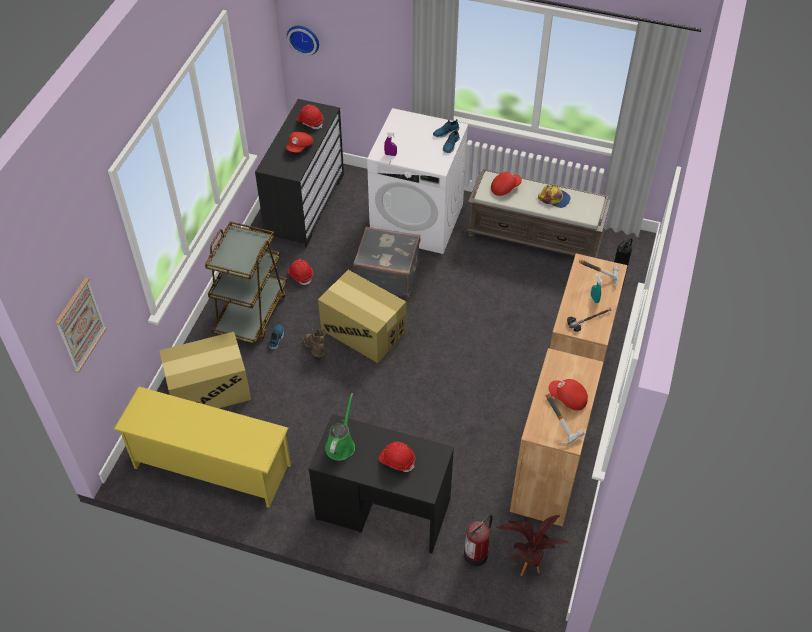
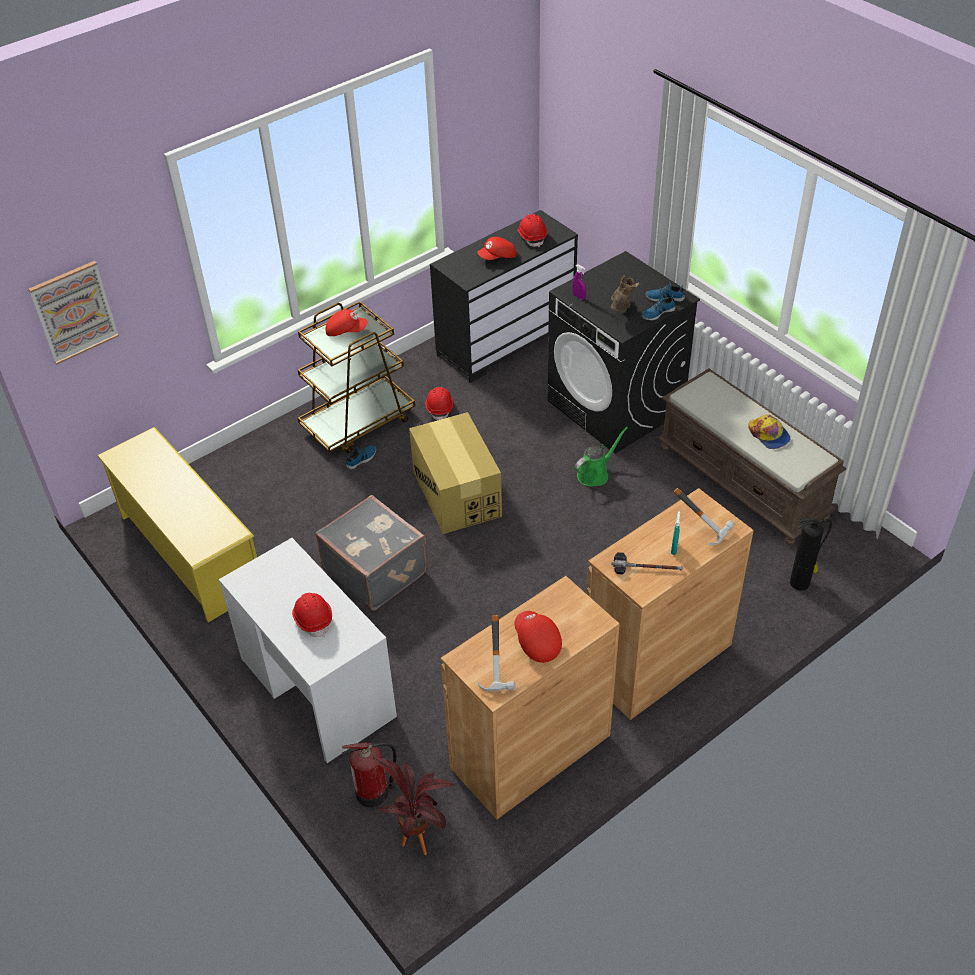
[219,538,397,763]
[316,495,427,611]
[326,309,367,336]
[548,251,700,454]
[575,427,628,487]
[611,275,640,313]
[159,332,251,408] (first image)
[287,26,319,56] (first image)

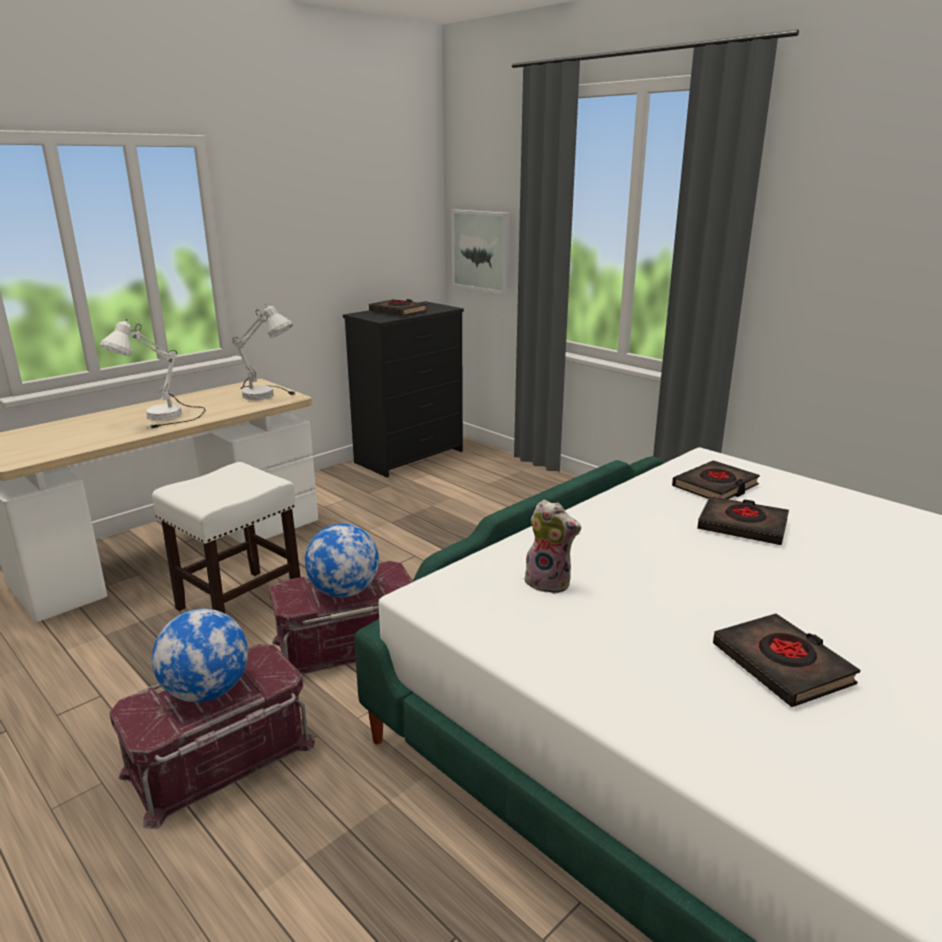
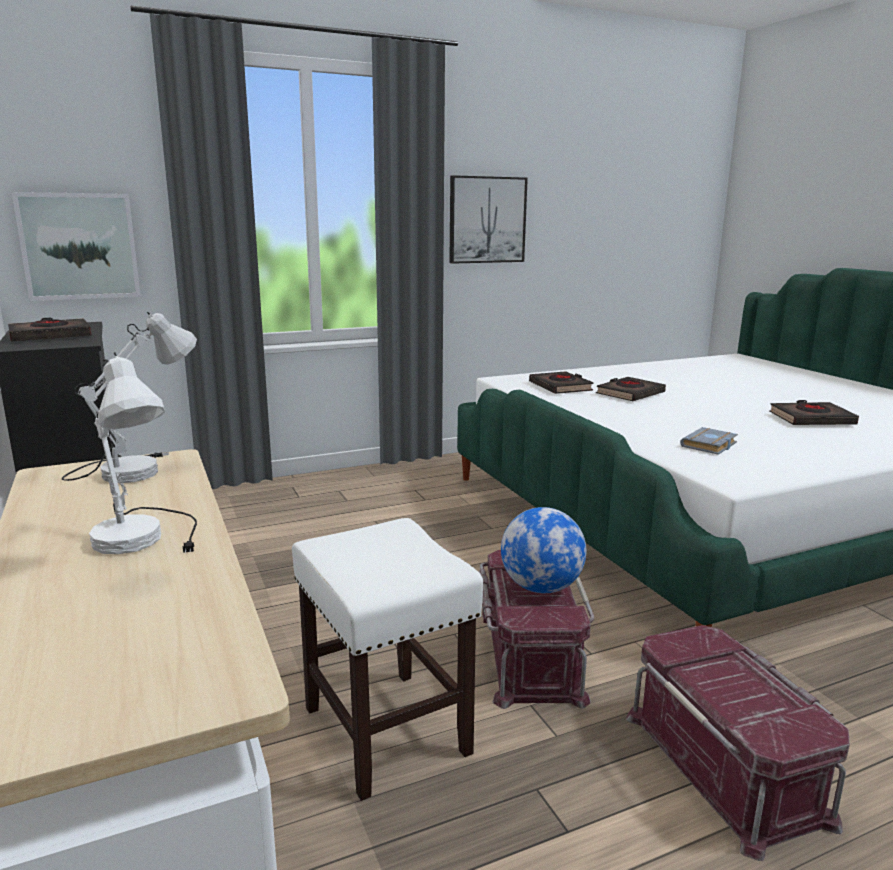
[449,175,528,264]
[680,427,738,455]
[152,609,248,702] (first image)

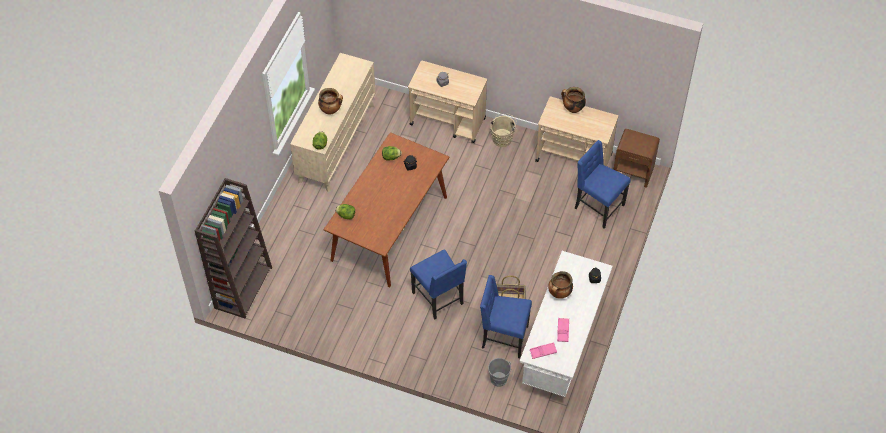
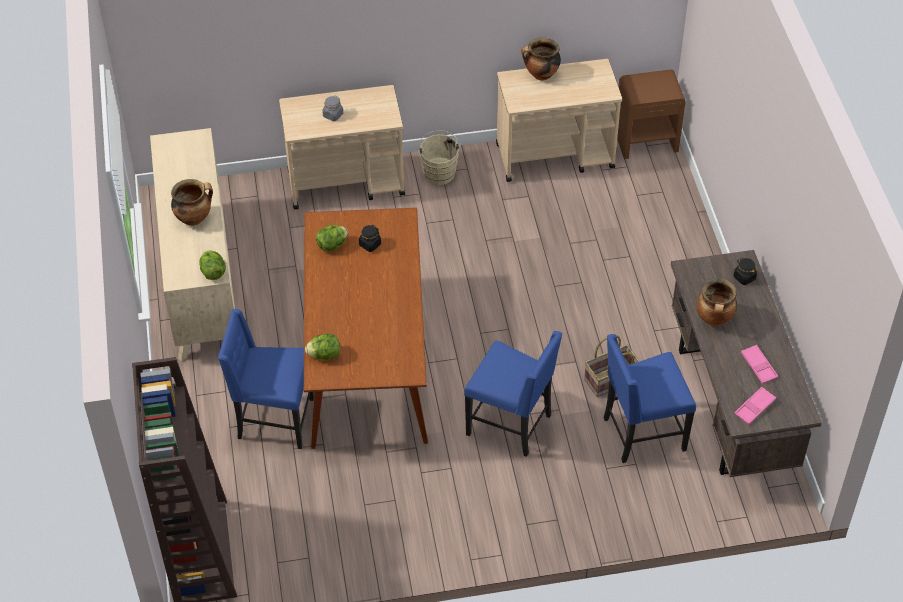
[218,309,314,449]
[671,250,822,477]
[488,358,513,387] (first image)

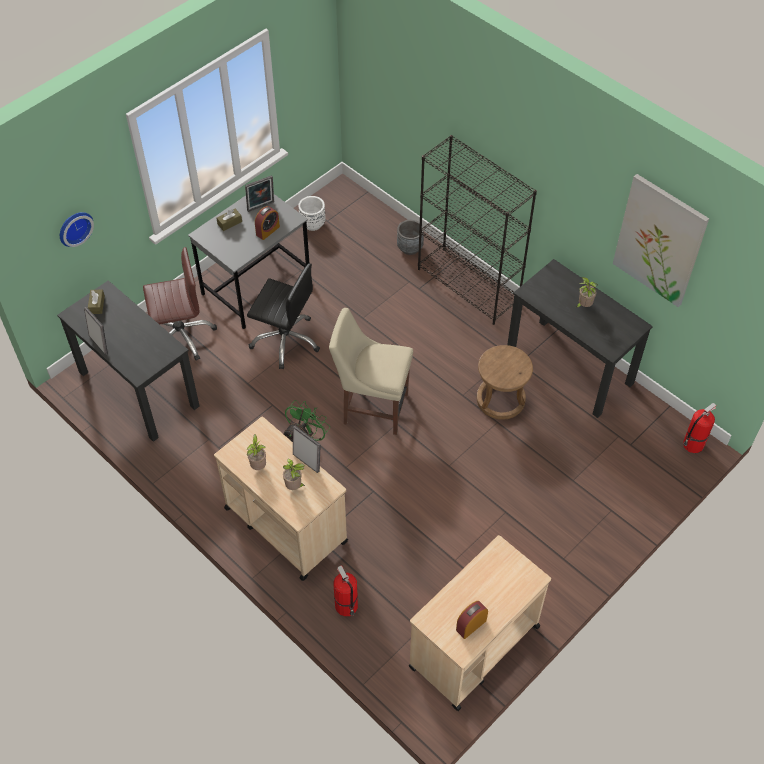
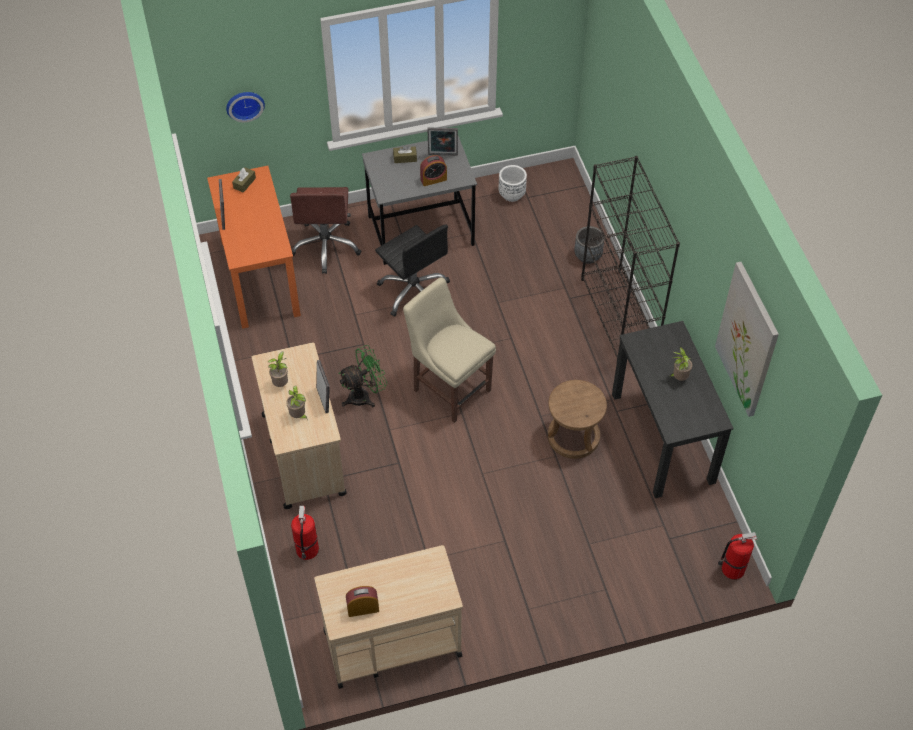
[207,166,301,329]
[290,187,362,274]

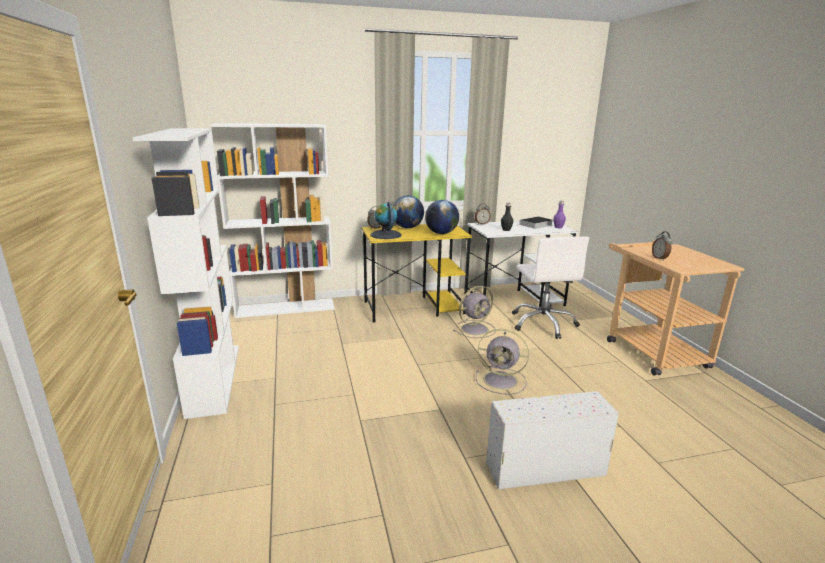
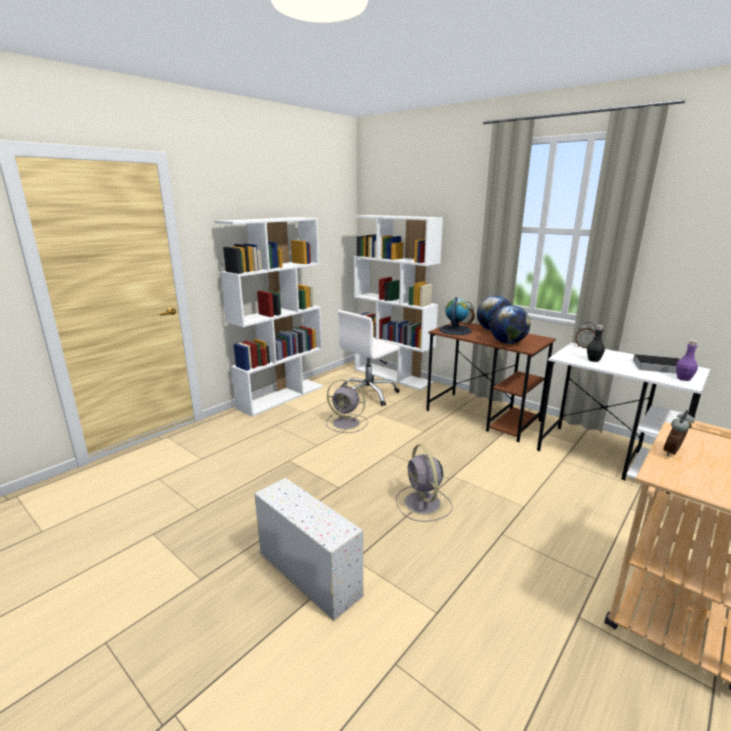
[326,380,368,433]
[338,310,400,406]
[426,322,556,442]

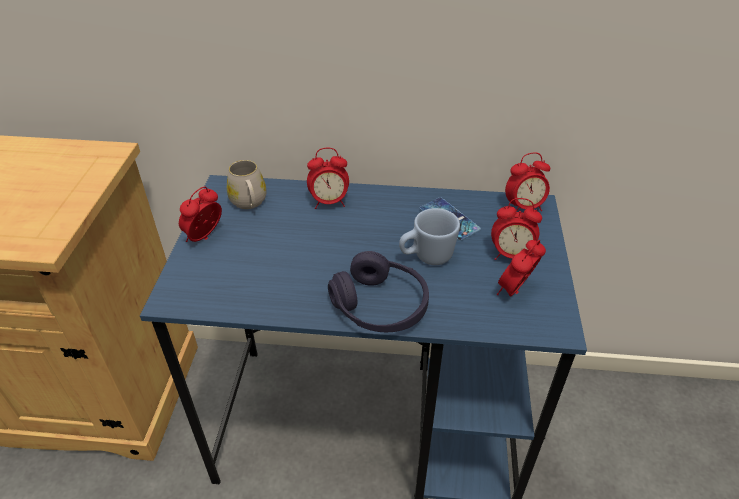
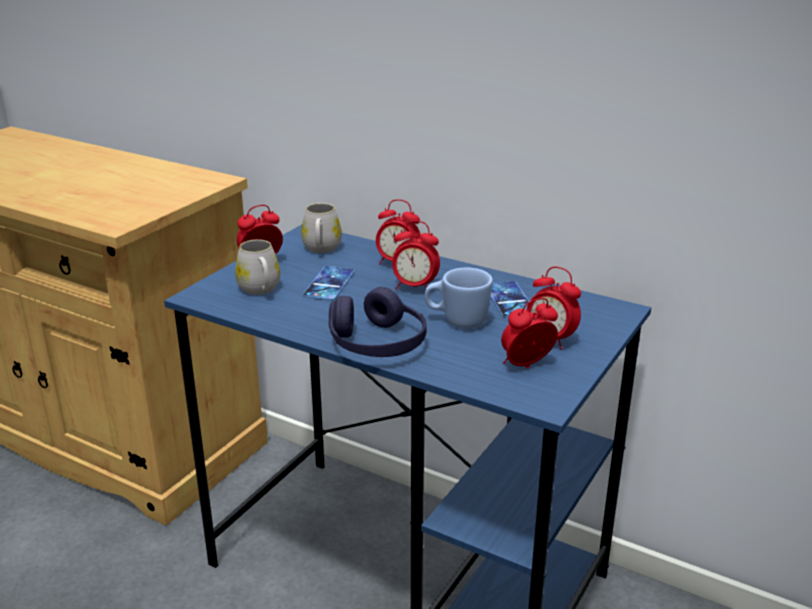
[235,239,280,295]
[303,266,355,301]
[392,221,440,290]

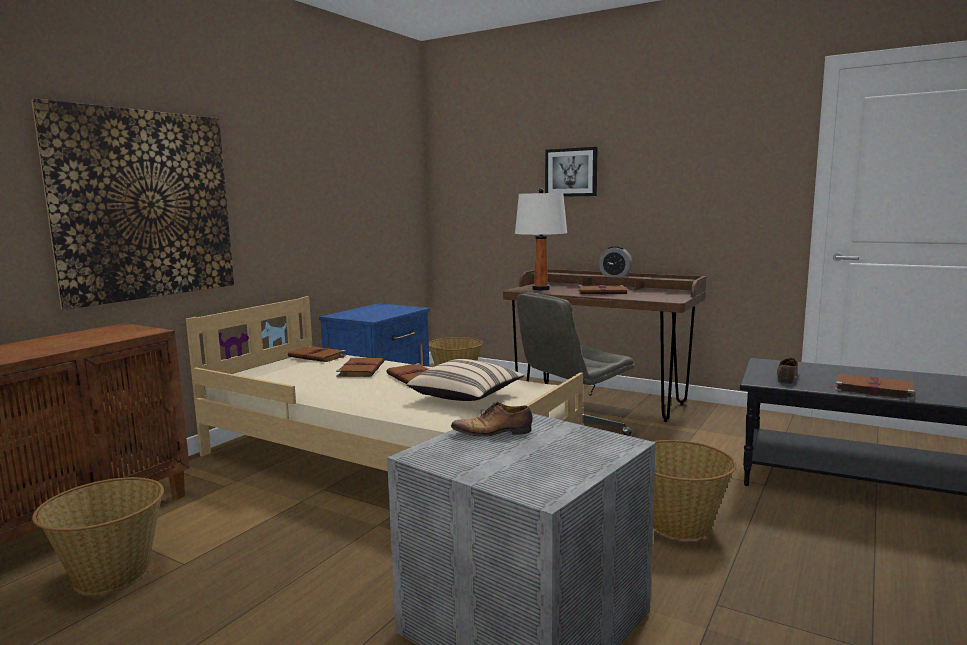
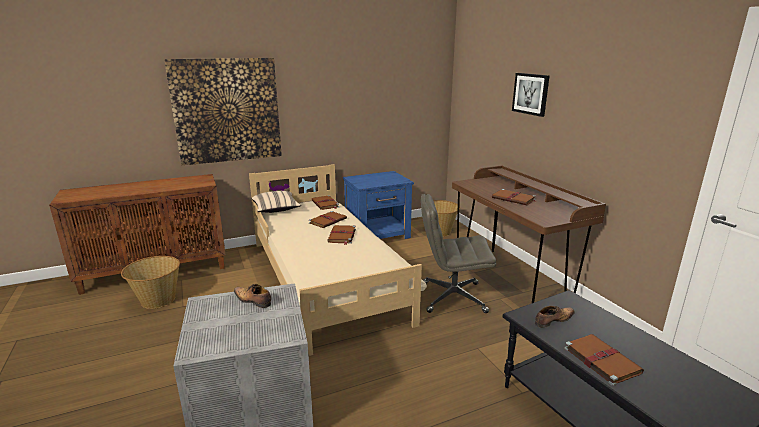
[251,191,301,213]
[515,188,567,290] (first image)
[599,246,632,276] (first image)
[652,440,736,540] (first image)

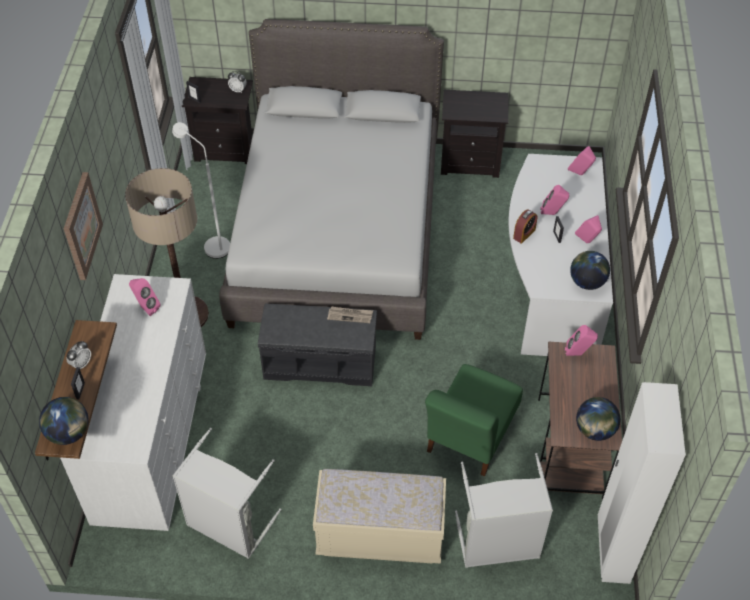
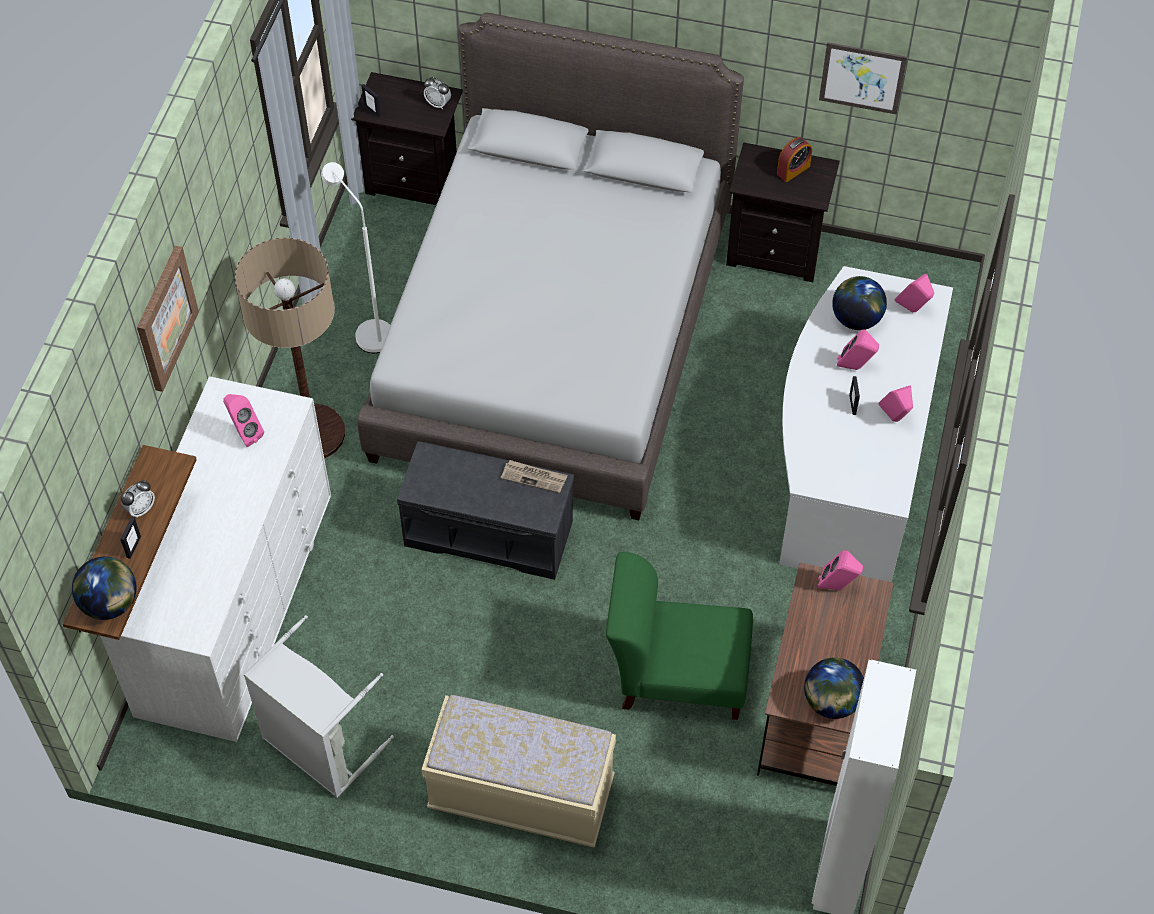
[606,552,753,720]
[777,137,812,182]
[819,42,907,115]
[832,276,887,330]
[455,453,553,568] (first image)

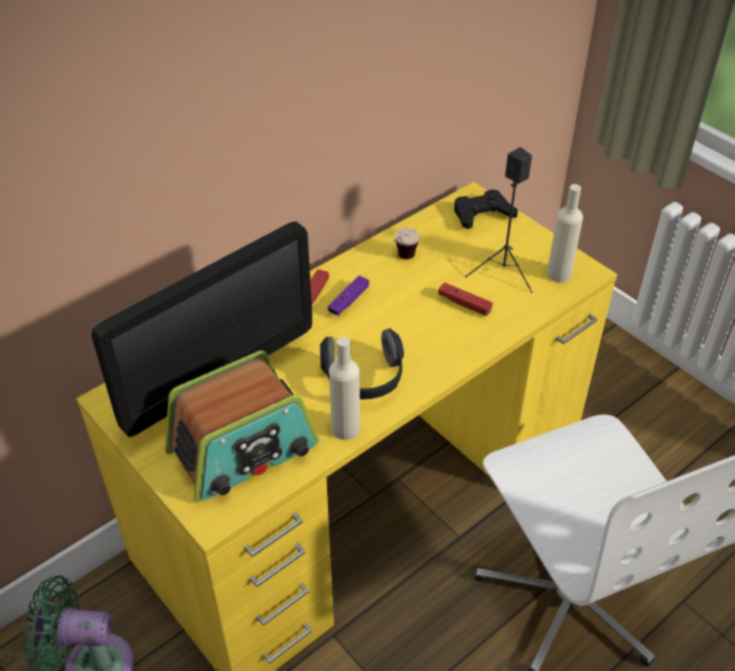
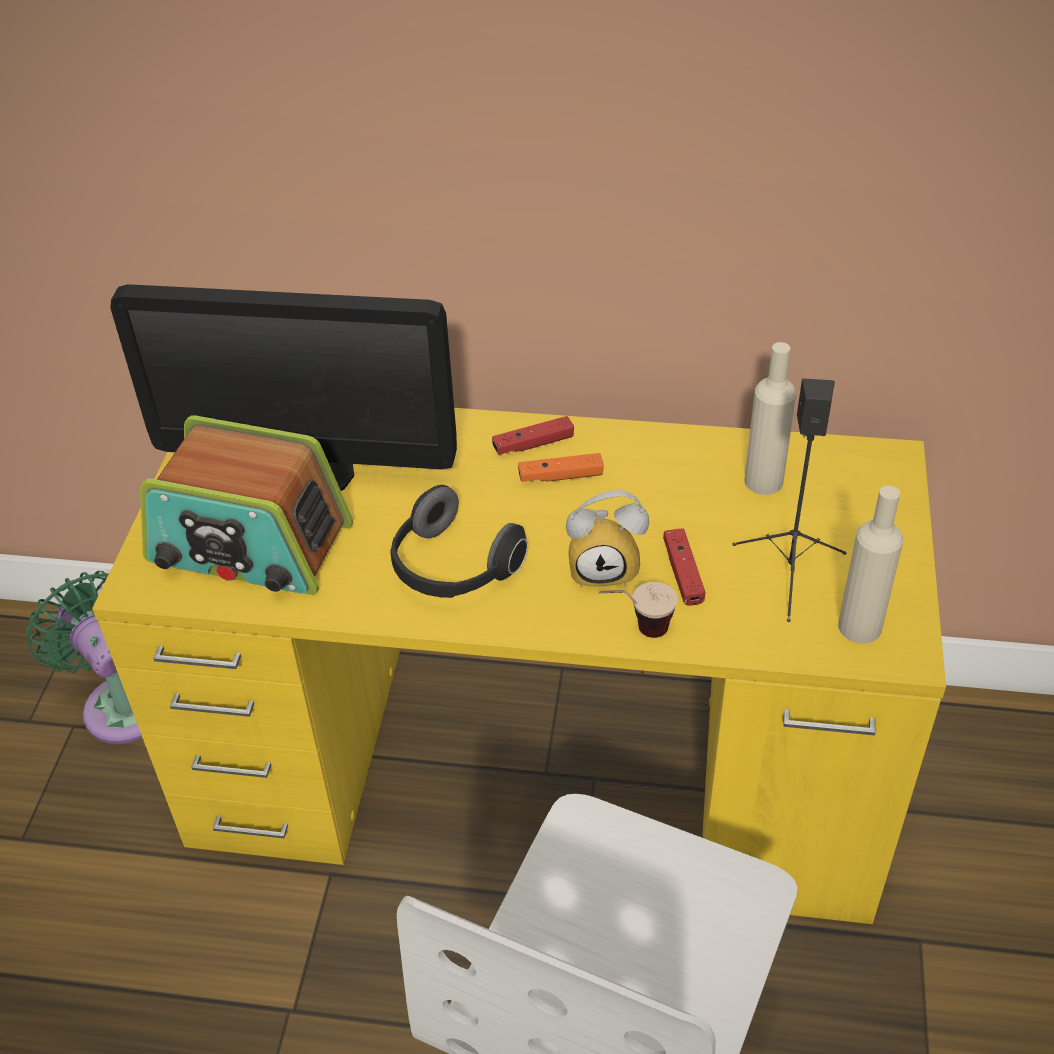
[518,453,604,482]
[566,490,649,588]
[598,582,678,638]
[744,342,796,495]
[454,190,518,229] (first image)

